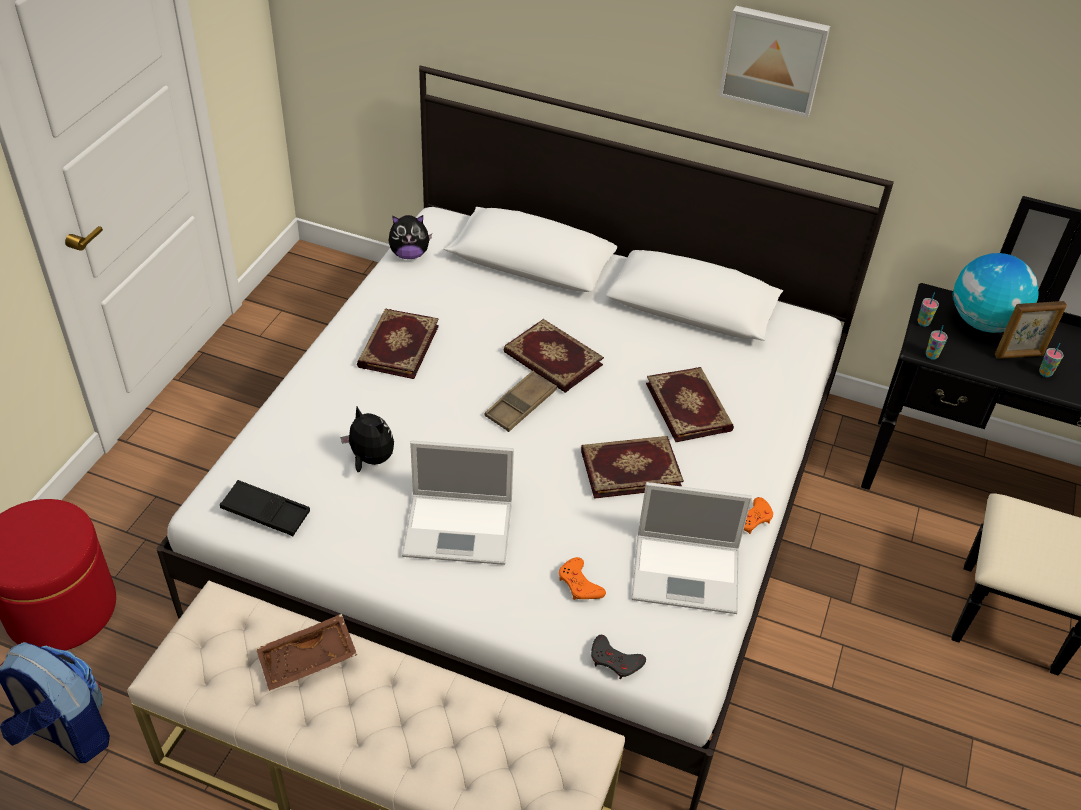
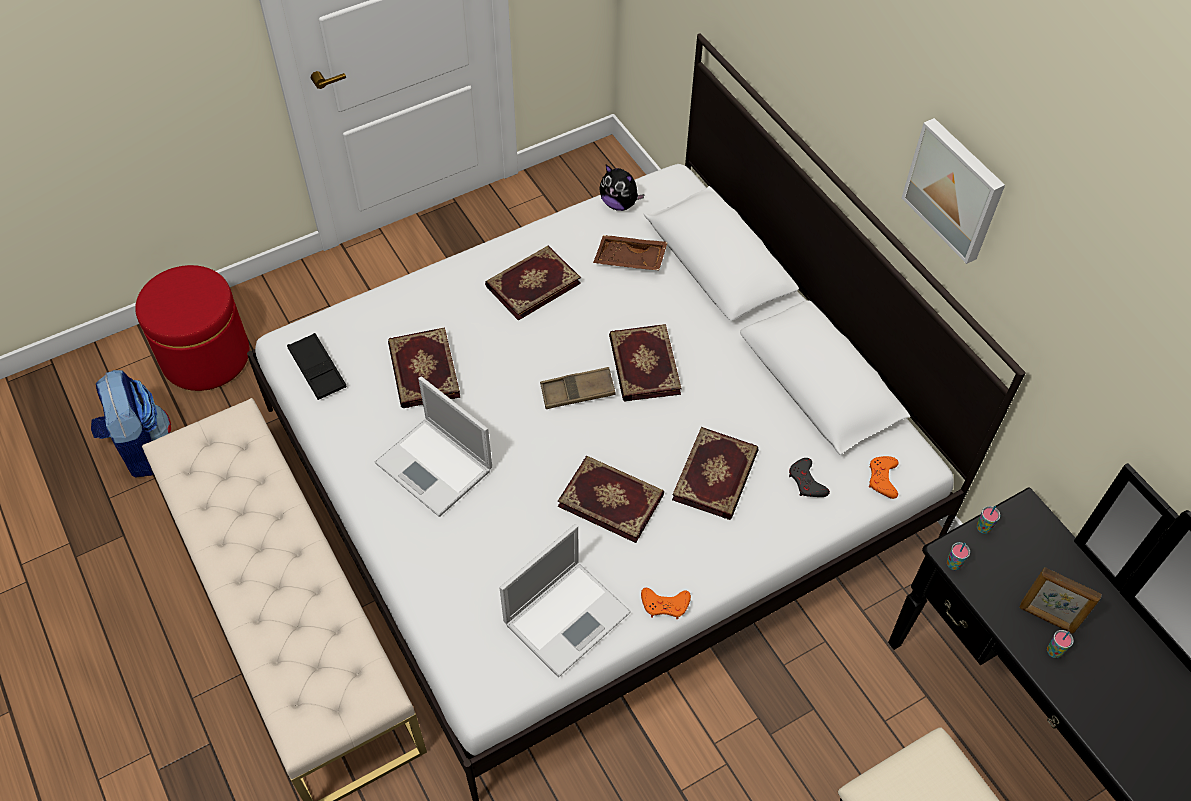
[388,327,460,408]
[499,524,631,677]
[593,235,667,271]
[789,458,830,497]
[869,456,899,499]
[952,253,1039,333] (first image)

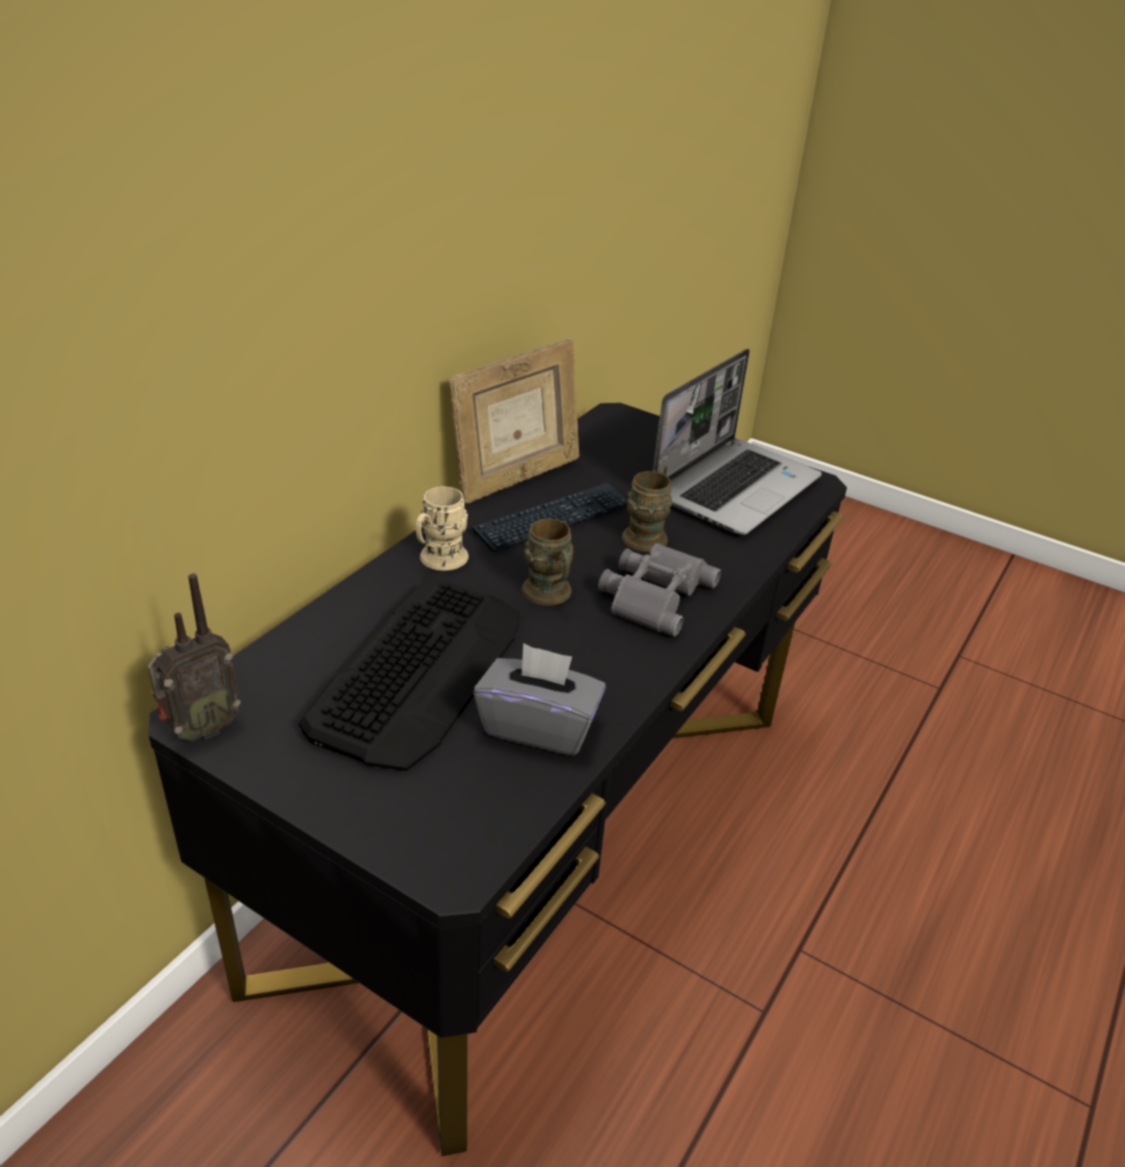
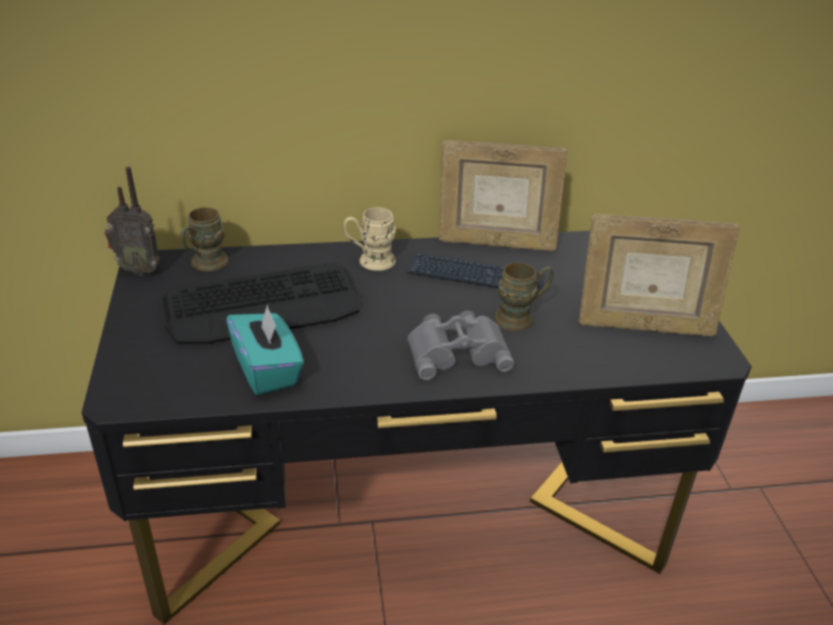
[180,207,229,271]
[226,304,304,395]
[579,214,739,336]

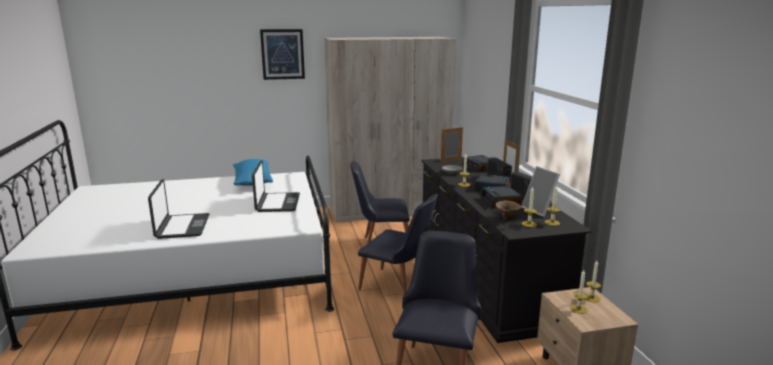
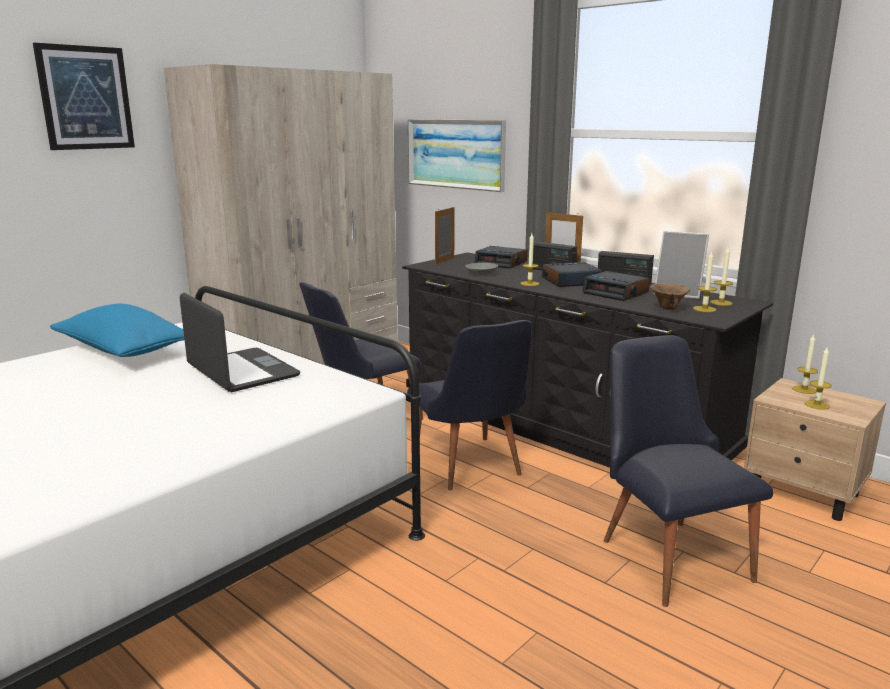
[407,320,532,491]
[408,119,506,192]
[148,179,209,239] (first image)

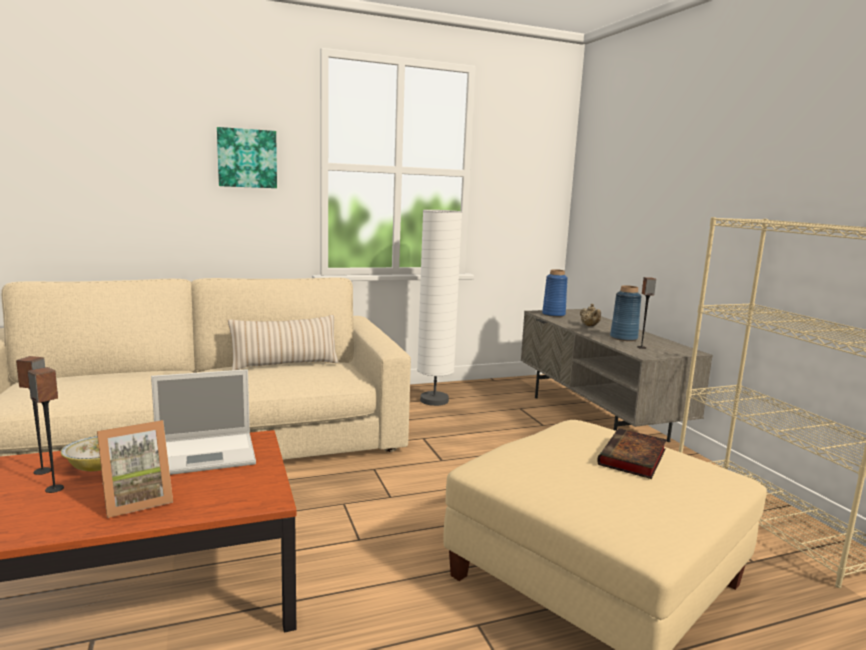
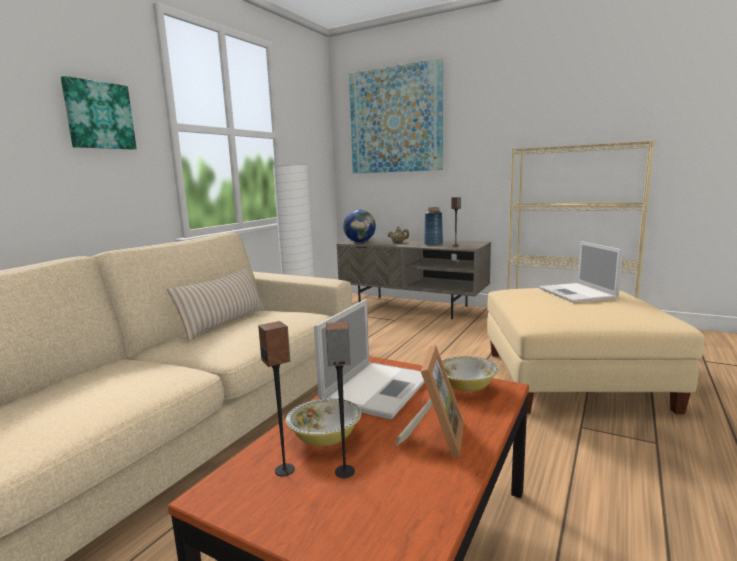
[343,210,376,242]
[349,58,443,173]
[442,356,499,392]
[539,241,623,303]

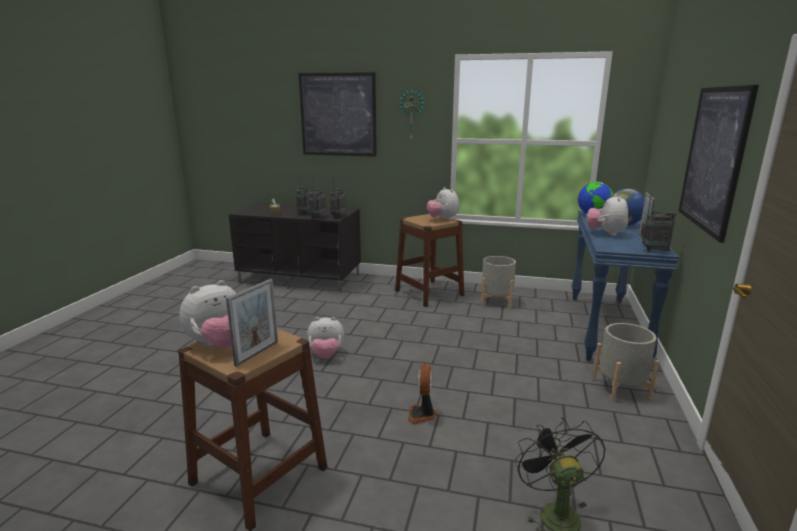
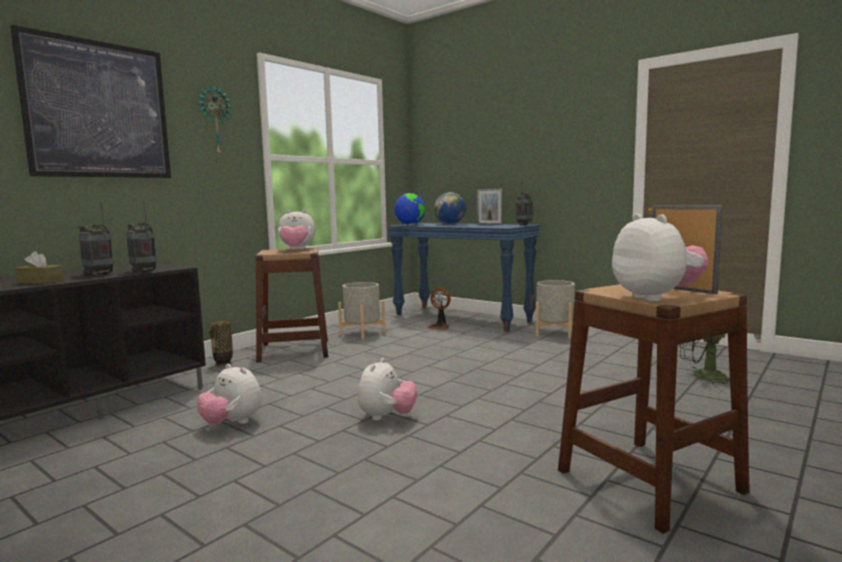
[197,364,262,425]
[209,321,233,366]
[428,288,451,330]
[330,178,346,217] (first image)
[679,85,759,243] (first image)

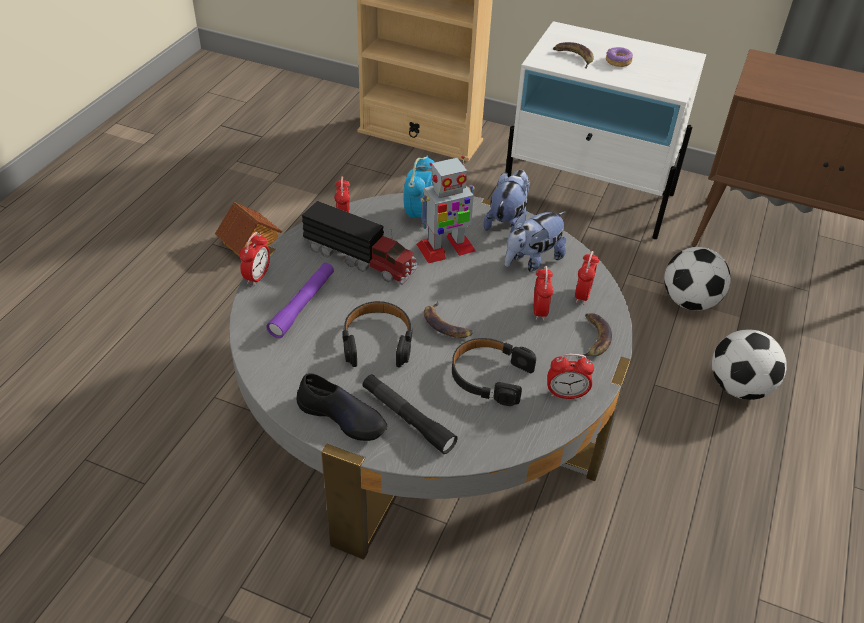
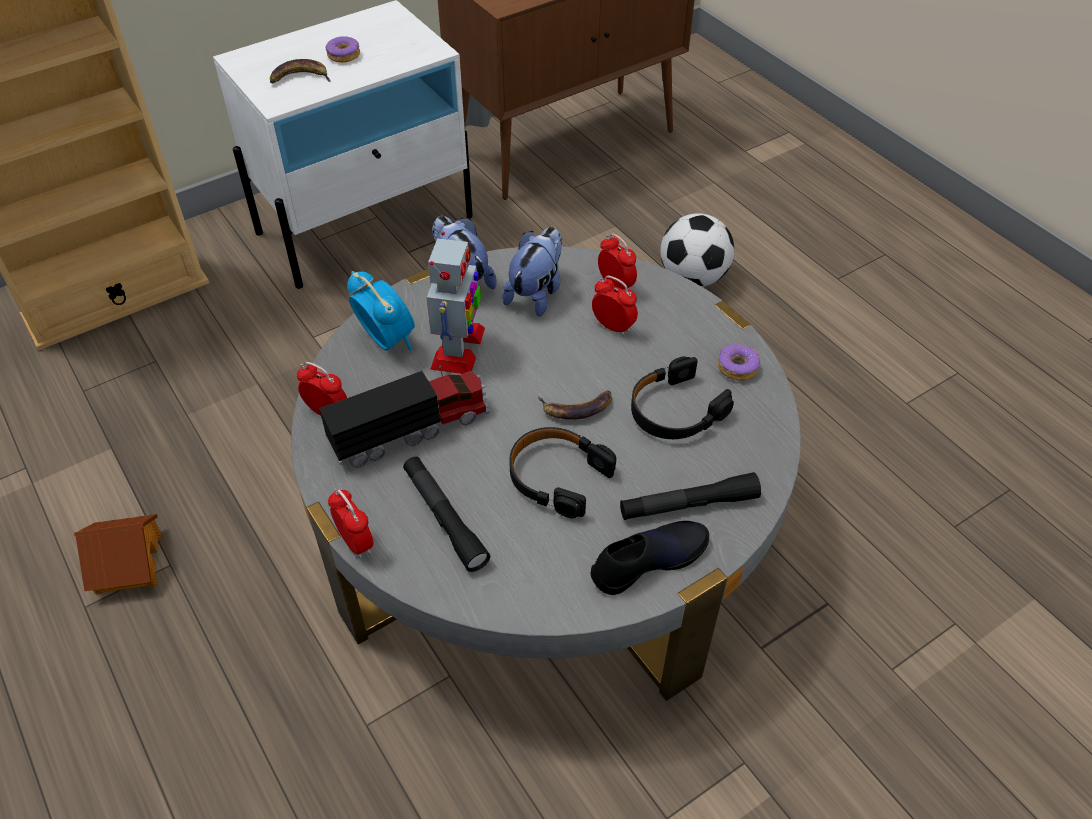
[403,457,490,572]
[502,227,562,317]
[718,344,760,381]
[577,313,612,358] (first image)
[664,247,731,311] (first image)

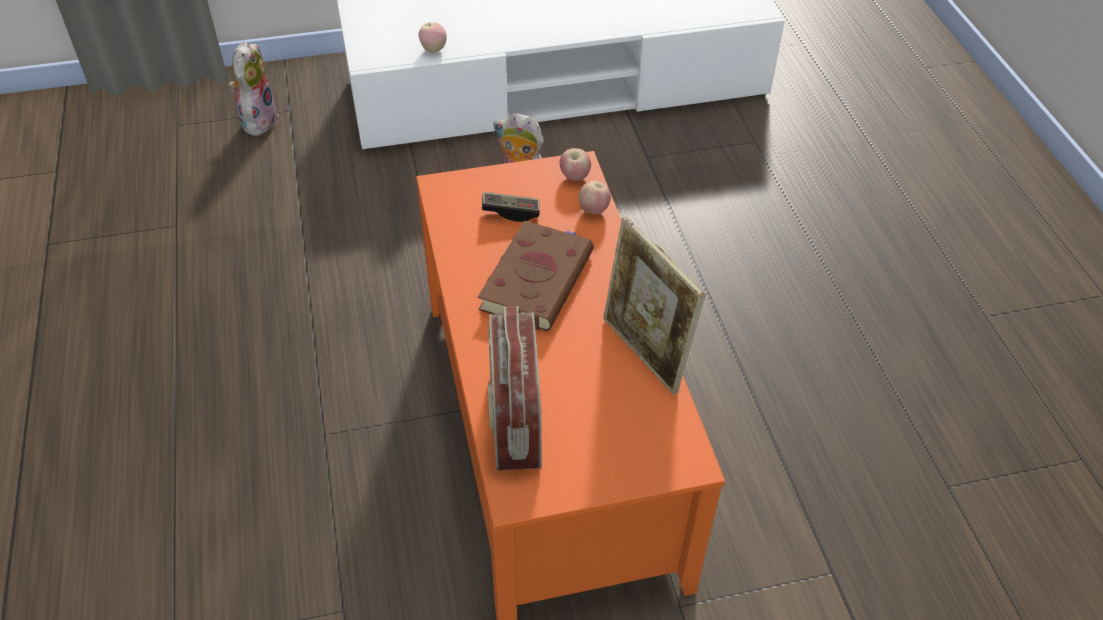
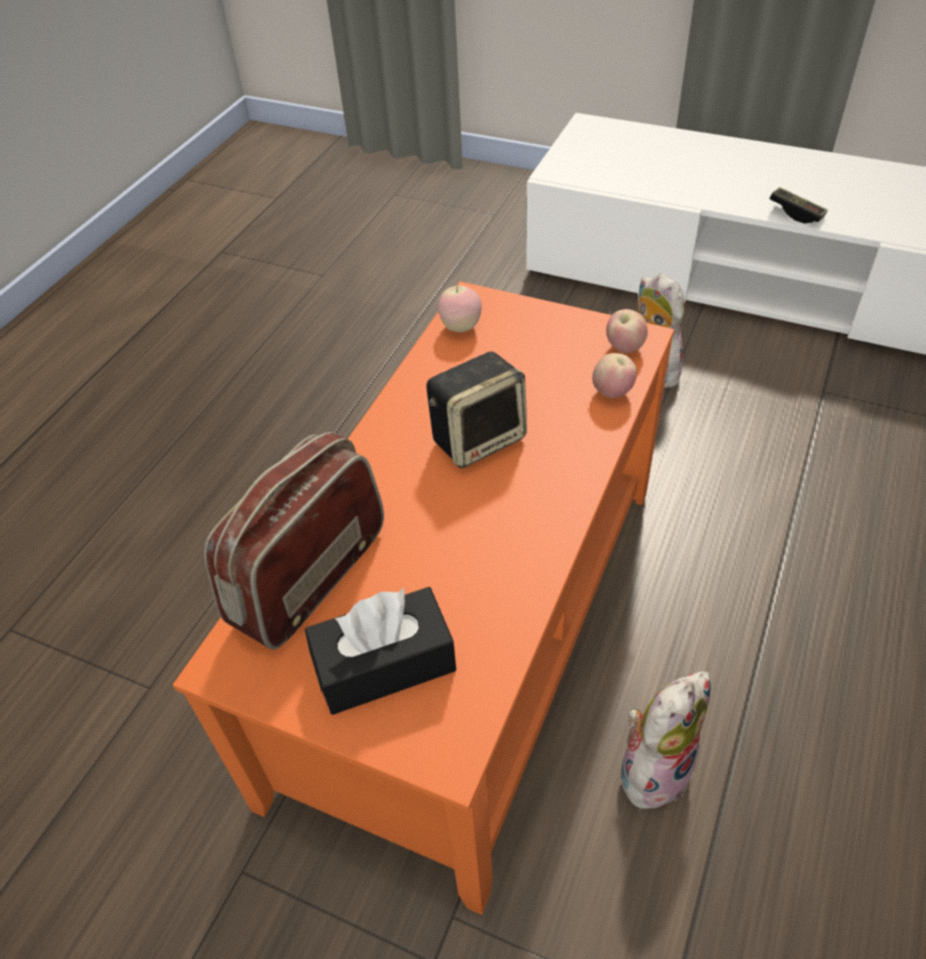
[305,587,456,715]
[426,351,527,468]
[438,285,482,333]
[621,671,711,809]
[769,187,828,224]
[603,216,705,395] (first image)

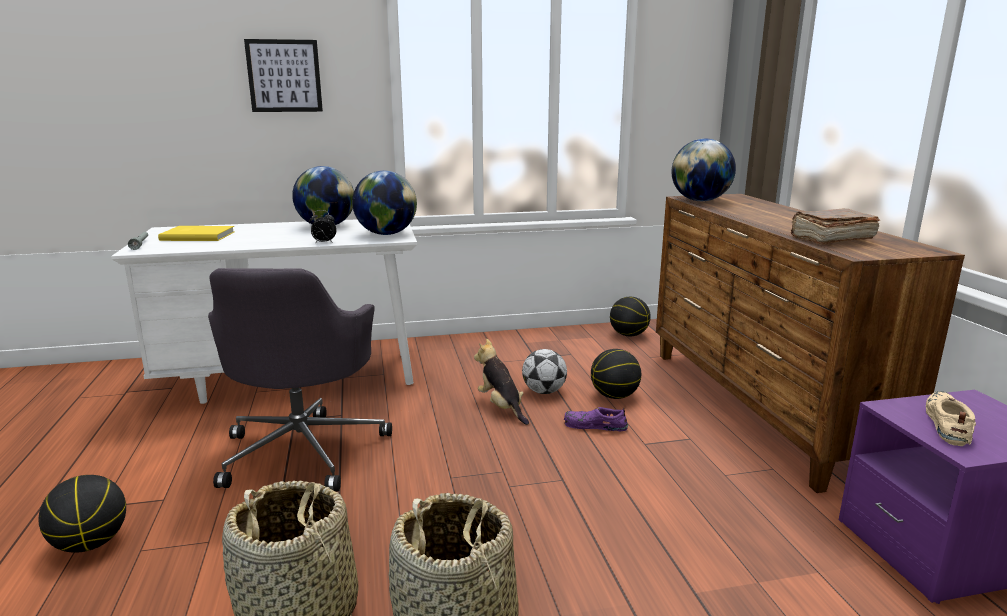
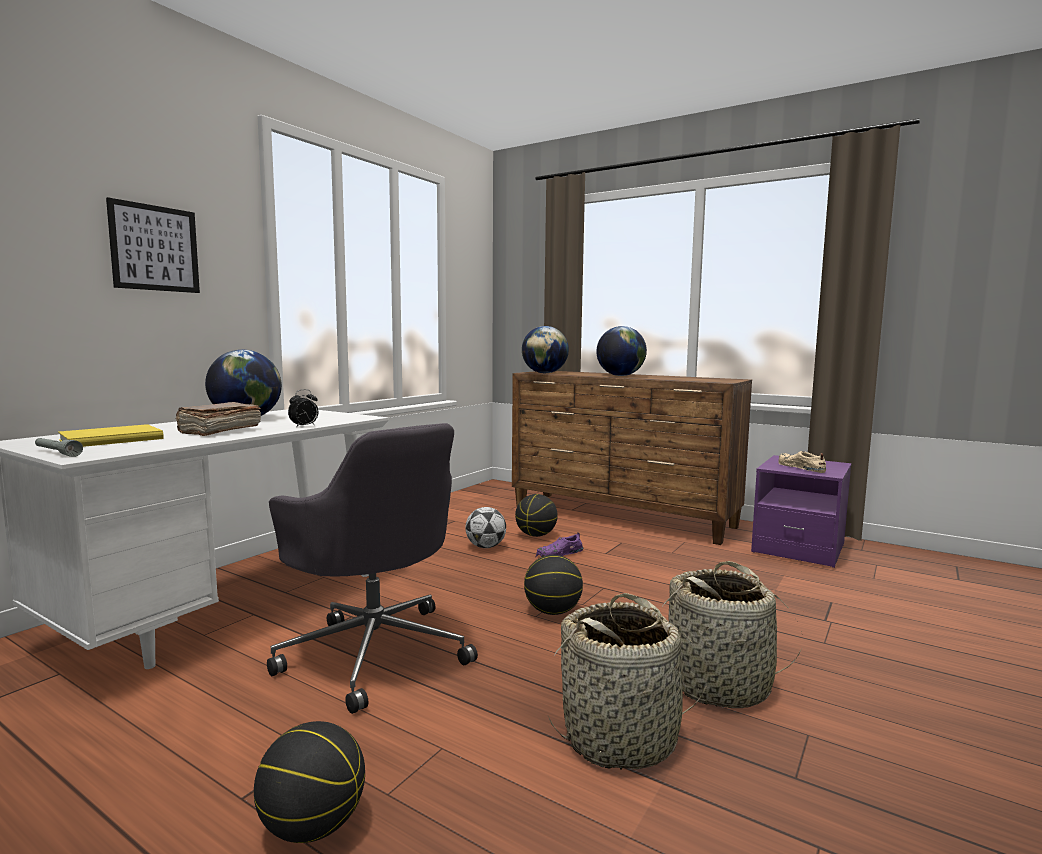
[175,402,261,436]
[524,555,583,615]
[596,326,647,376]
[474,339,529,425] (first image)

